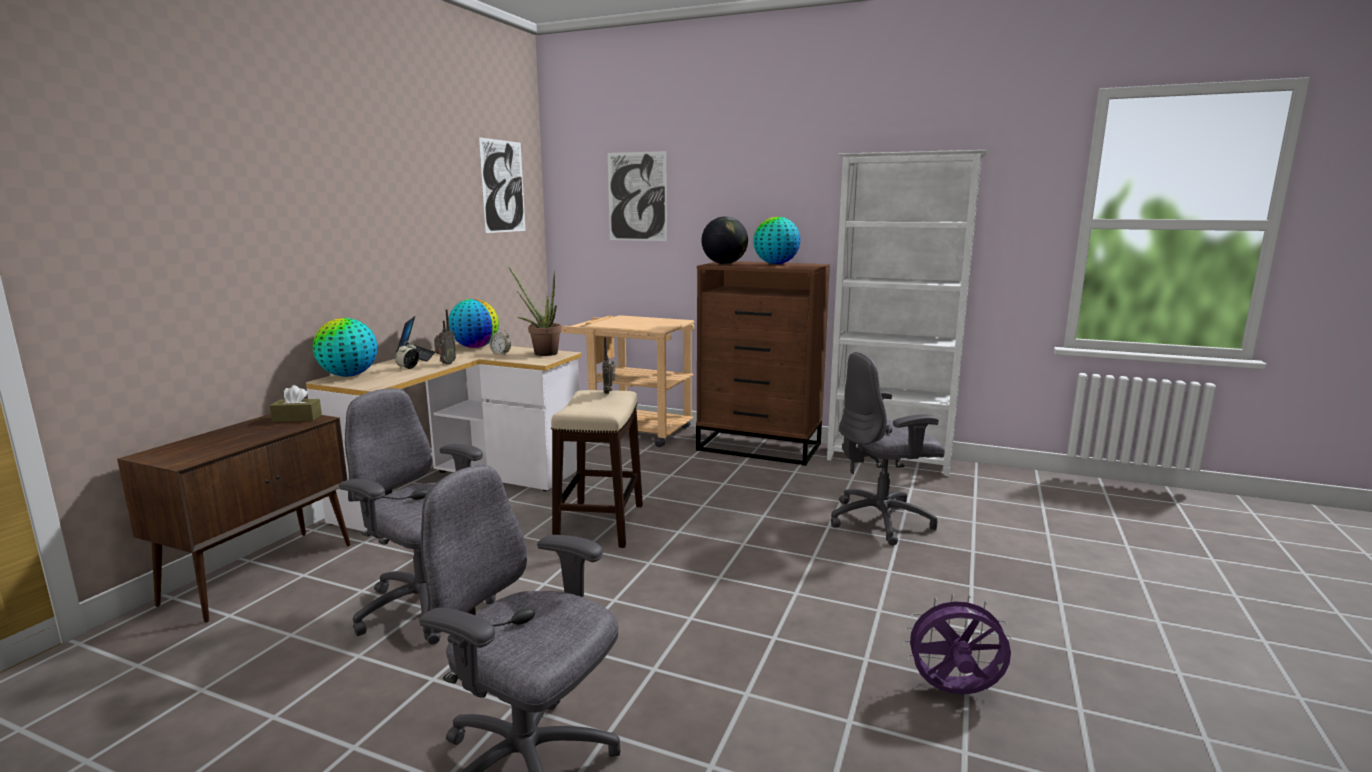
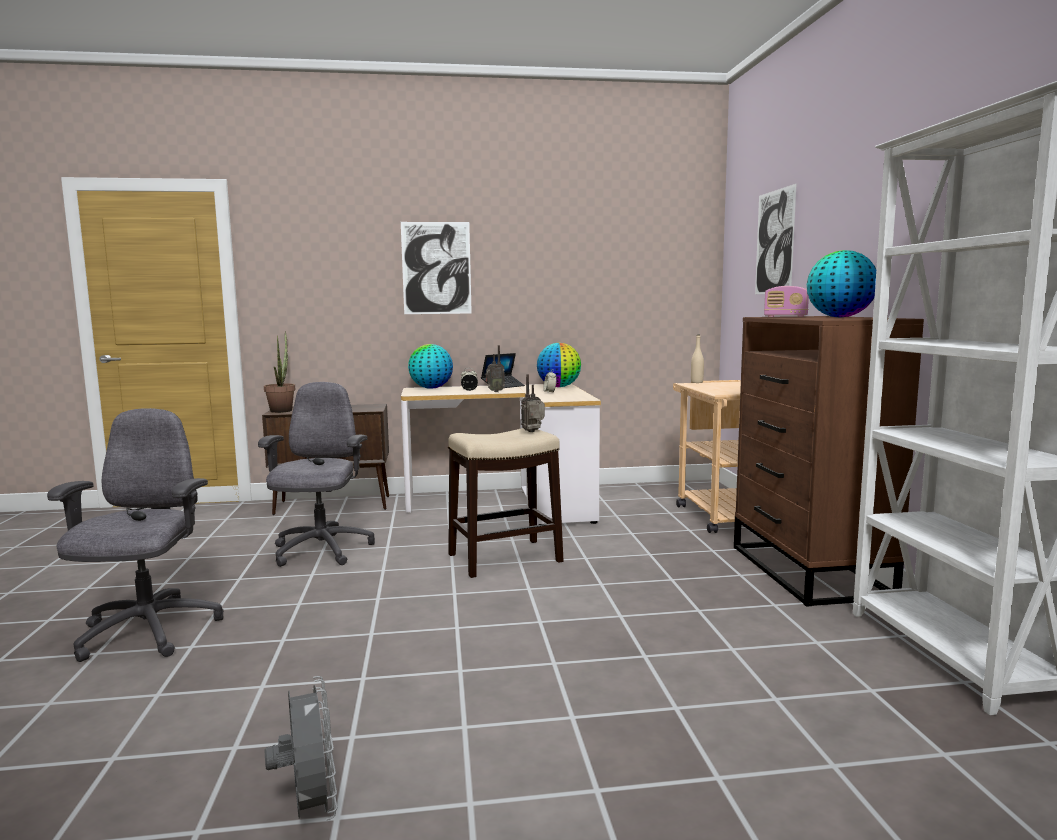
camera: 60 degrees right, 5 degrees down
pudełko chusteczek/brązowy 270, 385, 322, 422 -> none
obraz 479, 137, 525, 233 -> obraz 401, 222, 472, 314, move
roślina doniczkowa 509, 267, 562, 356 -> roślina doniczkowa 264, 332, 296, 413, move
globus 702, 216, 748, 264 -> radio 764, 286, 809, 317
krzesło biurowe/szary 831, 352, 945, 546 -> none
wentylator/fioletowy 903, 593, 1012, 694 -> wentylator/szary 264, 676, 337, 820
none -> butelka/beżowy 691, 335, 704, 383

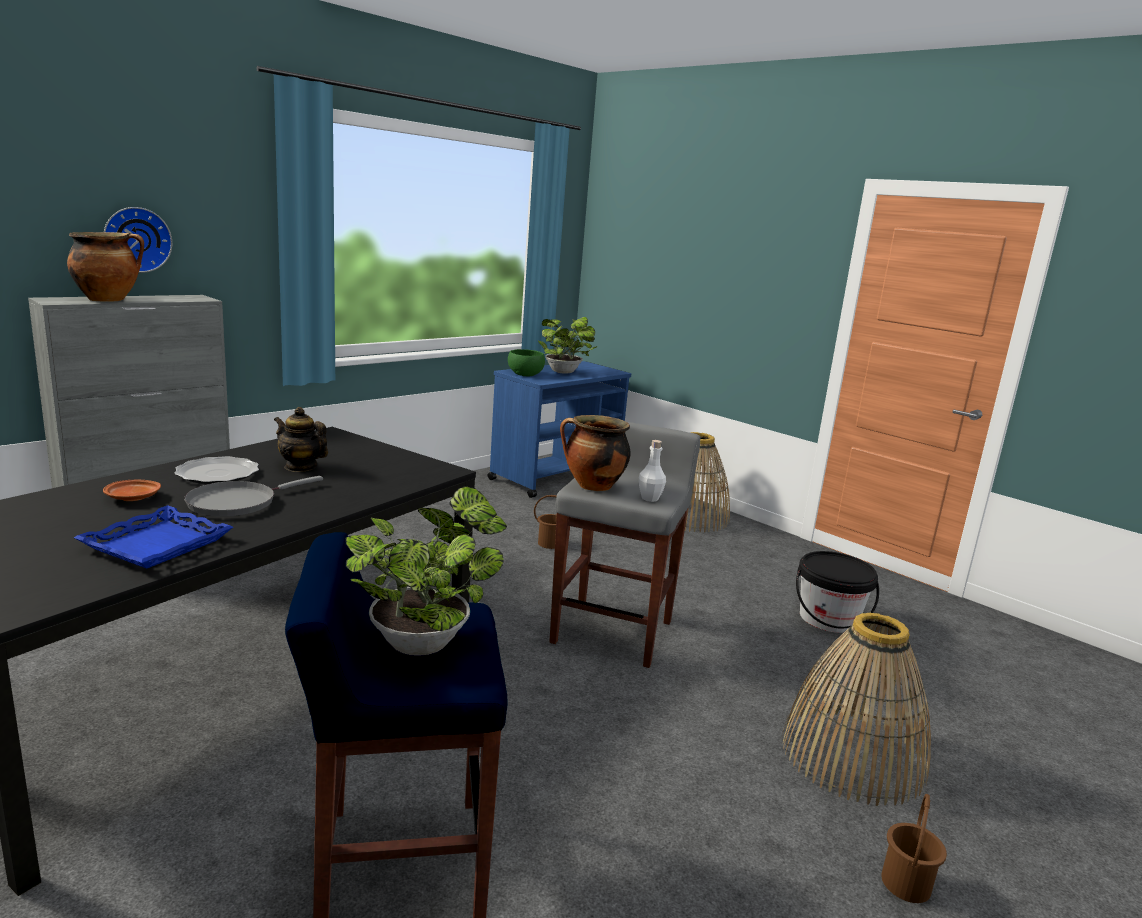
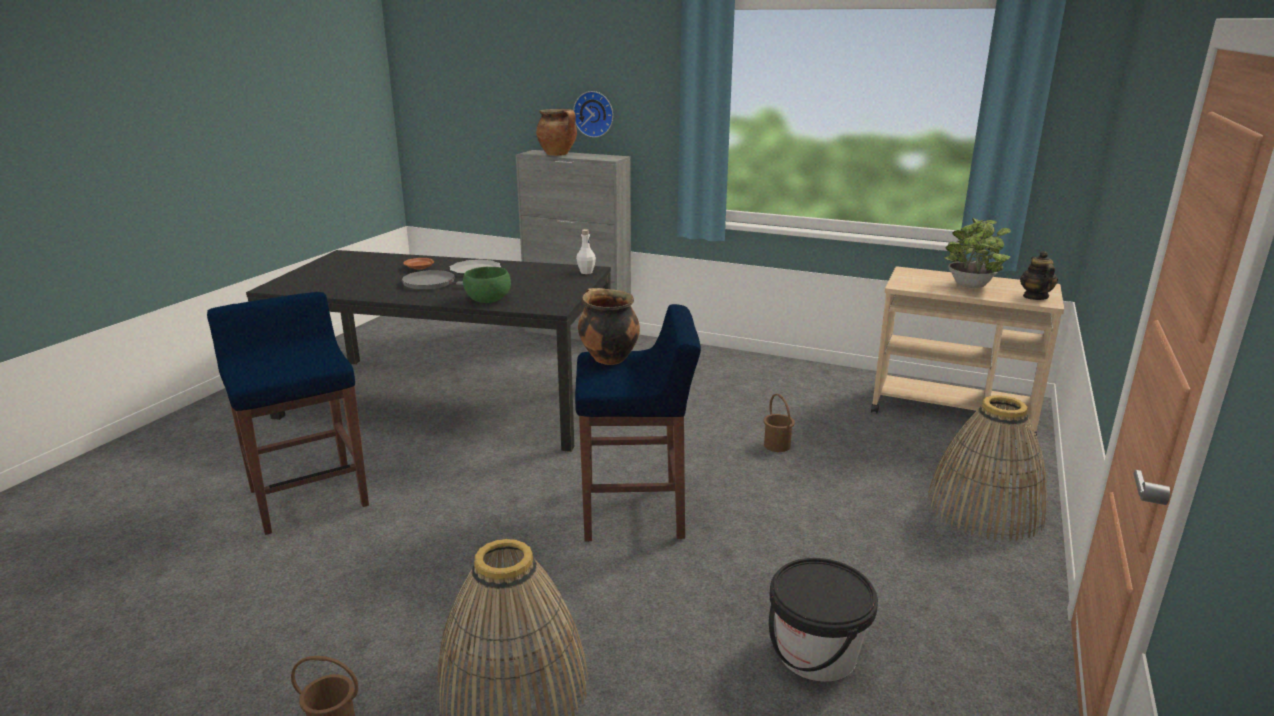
camera: 70 degrees right, 5 degrees up
taca/niebieski 74, 505, 233, 569 -> none
imbryk 274, 407, 328, 472 -> imbryk 1020, 251, 1058, 300, move
roślina doniczkowa 345, 486, 507, 656 -> none
wózek/niebieski 488, 361, 631, 498 -> wózek/beżowy 871, 267, 1064, 439
miska/zielony 508, 349, 545, 376 -> miska/zielony 463, 267, 511, 303, move
stołek/szary 549, 422, 701, 668 -> stołek/niebieski 575, 304, 701, 542
butelka/biały 639, 440, 666, 502 -> butelka/biały 576, 229, 596, 274, move

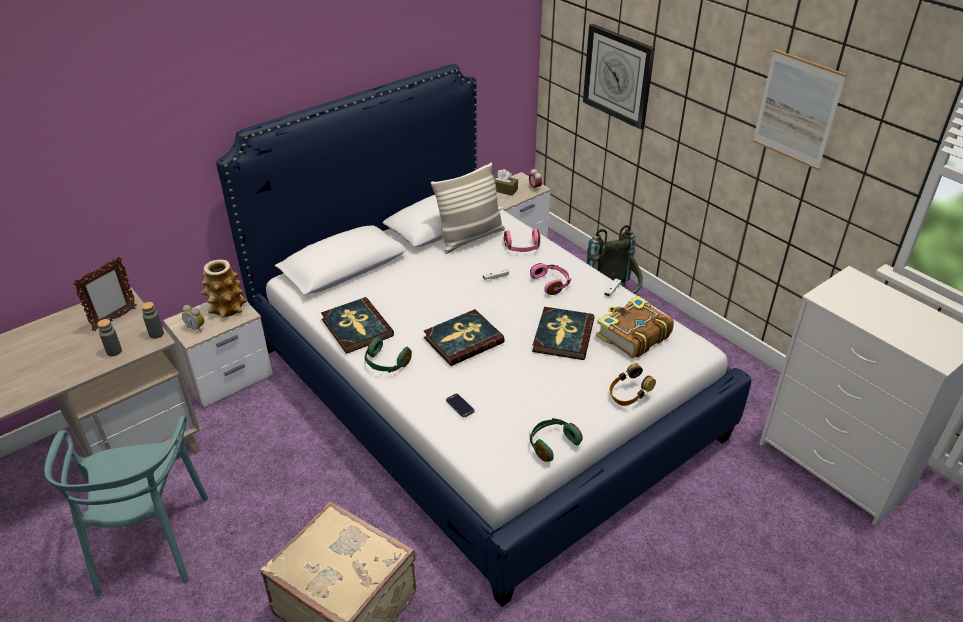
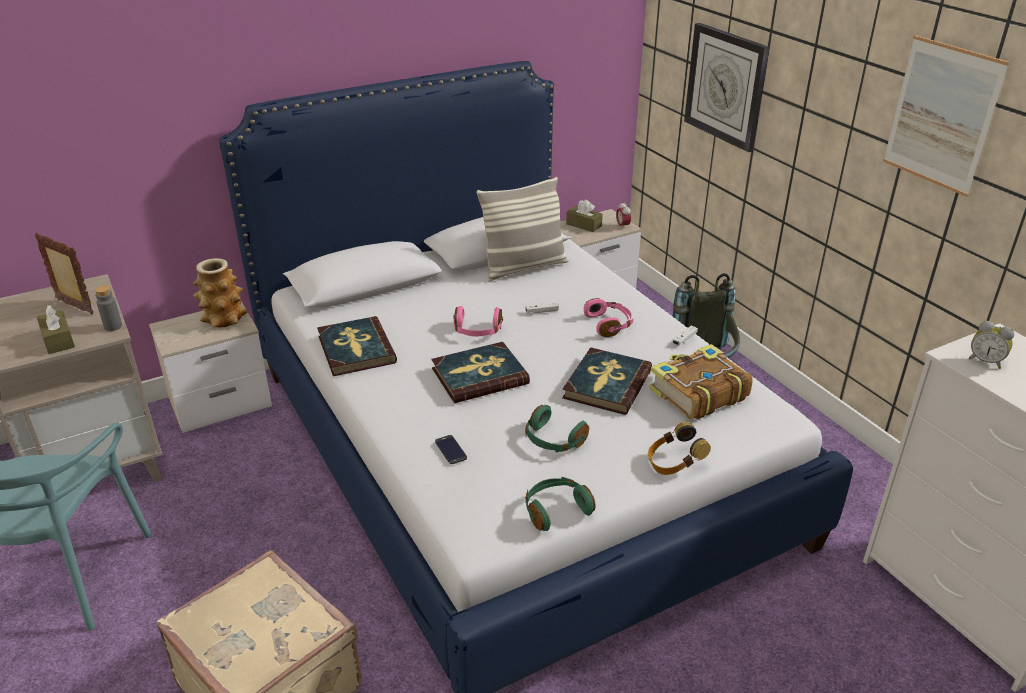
camera: 10 degrees right, 5 degrees down
ramka na zdjęcie 73, 256, 137, 331 -> ramka na zdjęcie 35, 233, 94, 315, 105 degrees counterclockwise
butelka/szary 97, 319, 122, 356 -> pudełko chusteczek/brązowy 37, 305, 75, 354
budzik 182, 305, 204, 332 -> budzik 969, 321, 1014, 369, move
słuchawki/zielony 365, 337, 412, 373 -> słuchawki/zielony 525, 405, 589, 452, move
słuchawki/różowy 503, 228, 541, 252 -> słuchawki/różowy 453, 306, 503, 336, move

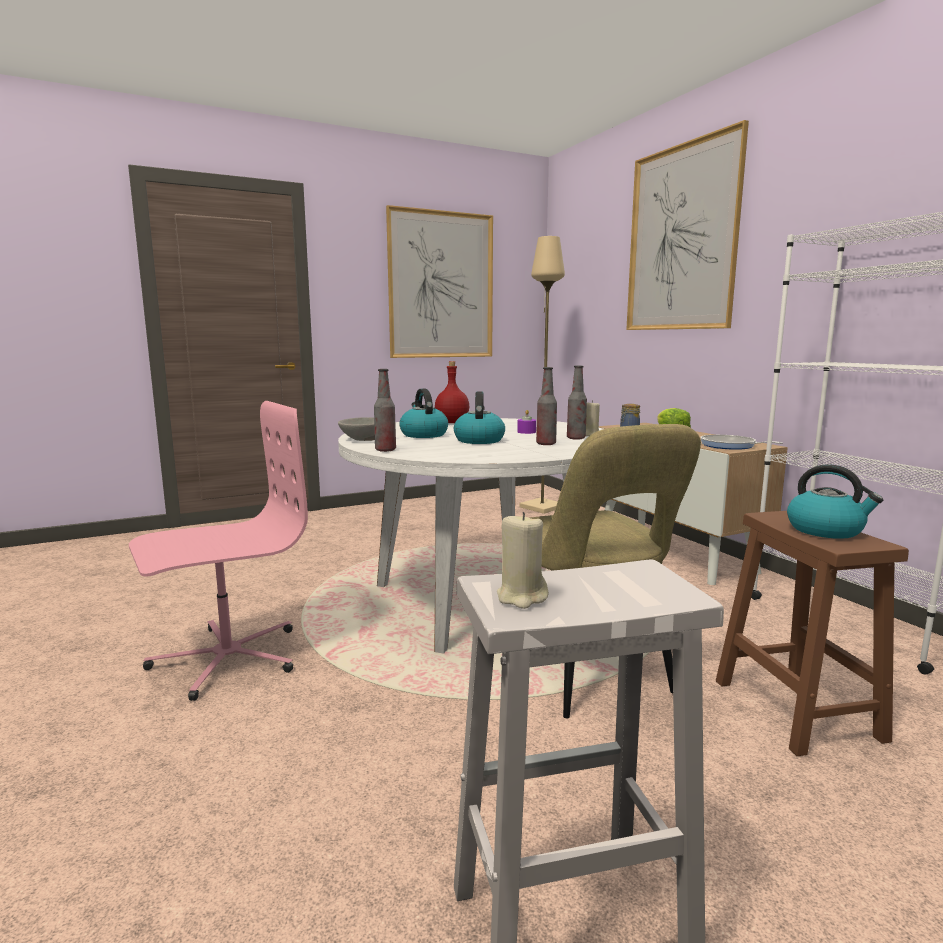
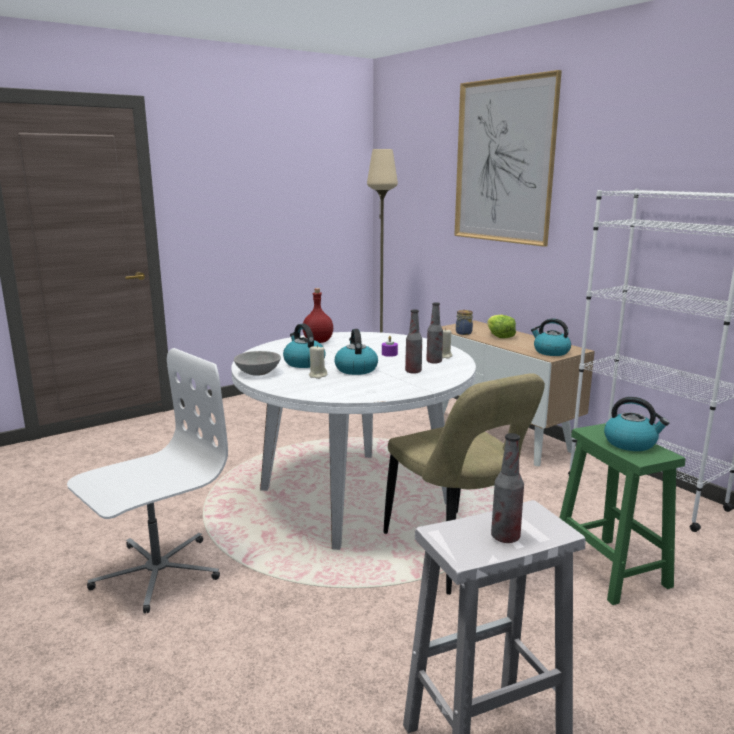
camera: 10 degrees left, 5 degrees up
krzesło biurowe/różowy 129, 401, 308, 701 -> krzesło biurowe/biały 67, 348, 228, 613
butelka 374, 369, 396, 452 -> butelka 491, 433, 524, 543, move
obraz 386, 205, 493, 358 -> none
świeca/beżowy 497, 512, 549, 609 -> świeca/beżowy 309, 345, 327, 379, move
patelnia 700, 435, 783, 450 -> czajnik 531, 318, 571, 356
stołek/brązowy 716, 511, 909, 756 -> stołek/zielony 560, 423, 686, 605

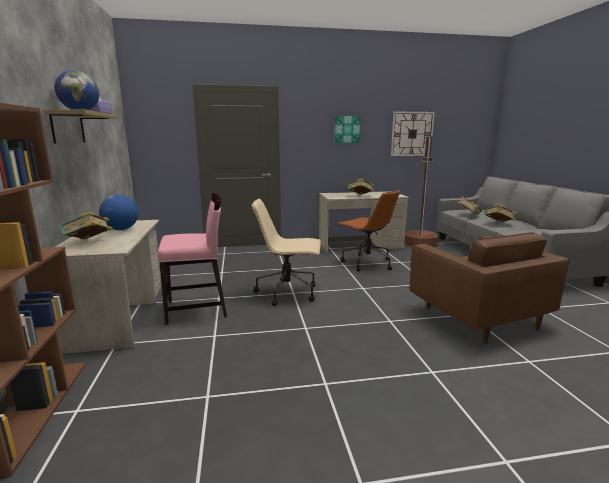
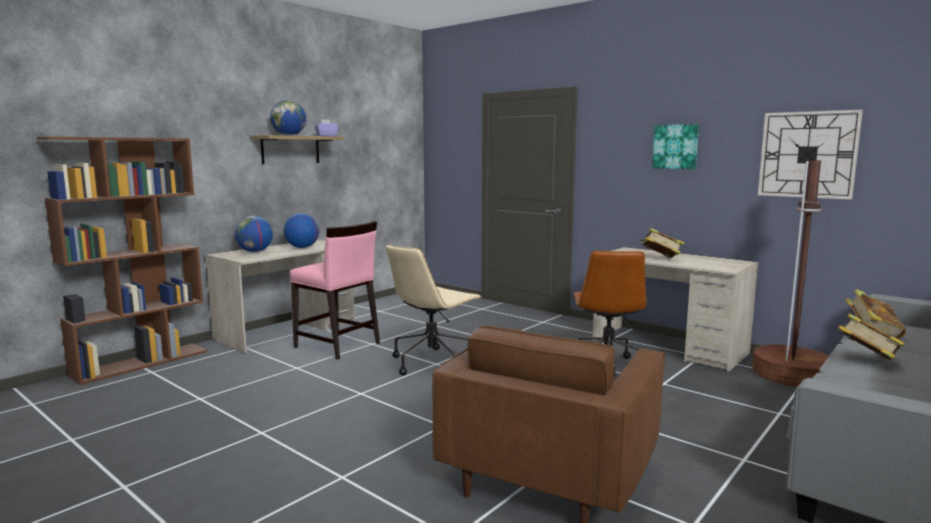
camera: 50 degrees right, 5 degrees down
książka 60, 212, 113, 240 -> globus 235, 216, 273, 252
krzesło biurowe/beżowy 252, 199, 321, 306 -> krzesło biurowe/beżowy 386, 244, 481, 375, 105 degrees counterclockwise

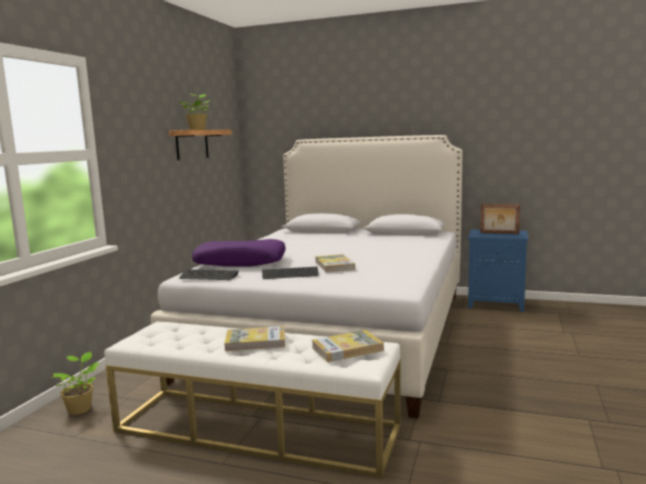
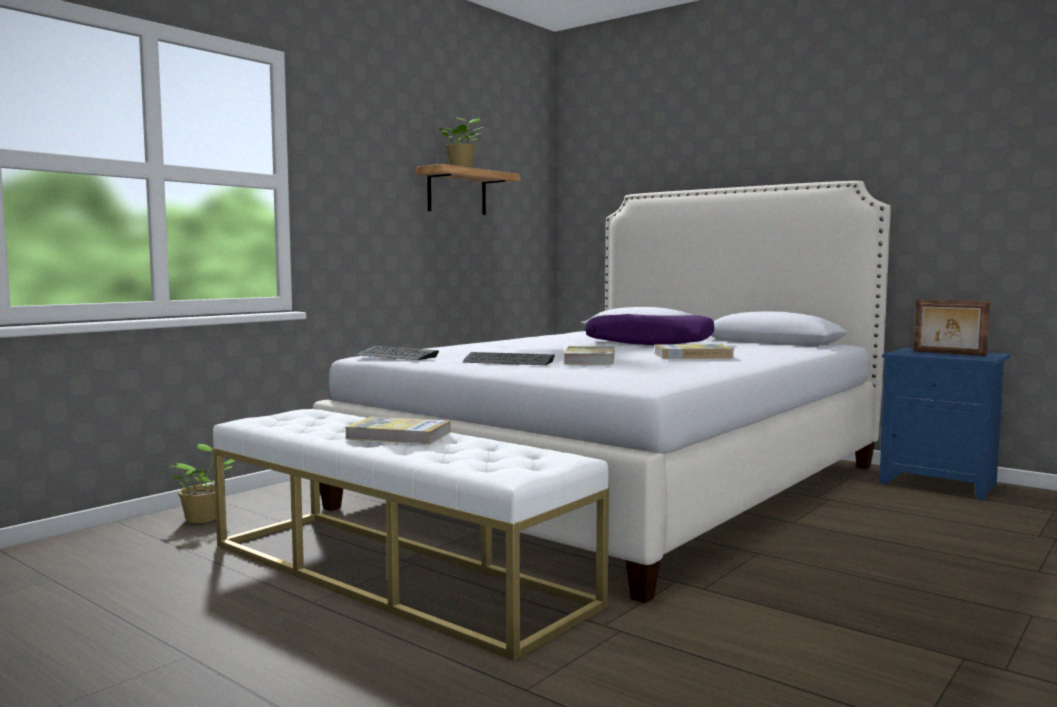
camera: 20 degrees right, 5 degrees down
poduszka/fioletowy 192, 239, 286, 267 -> poduszka/fioletowy 585, 314, 714, 345, move
książka 312, 330, 384, 362 -> książka 654, 344, 734, 359, move

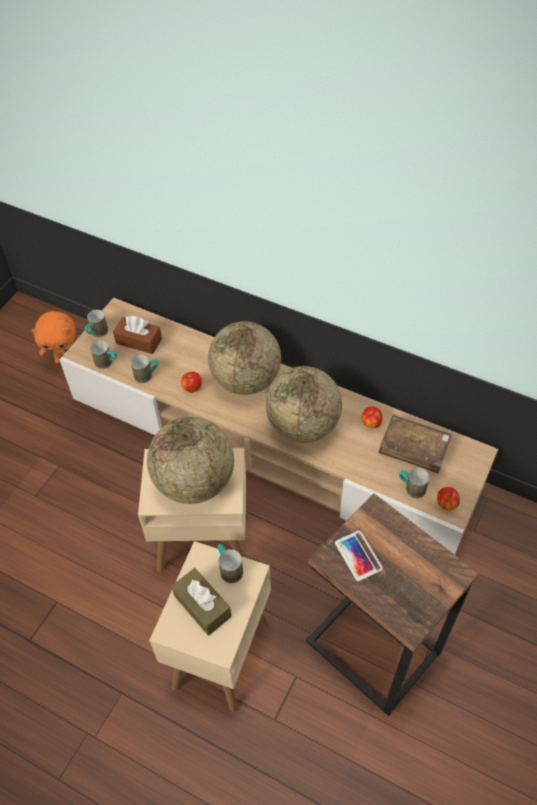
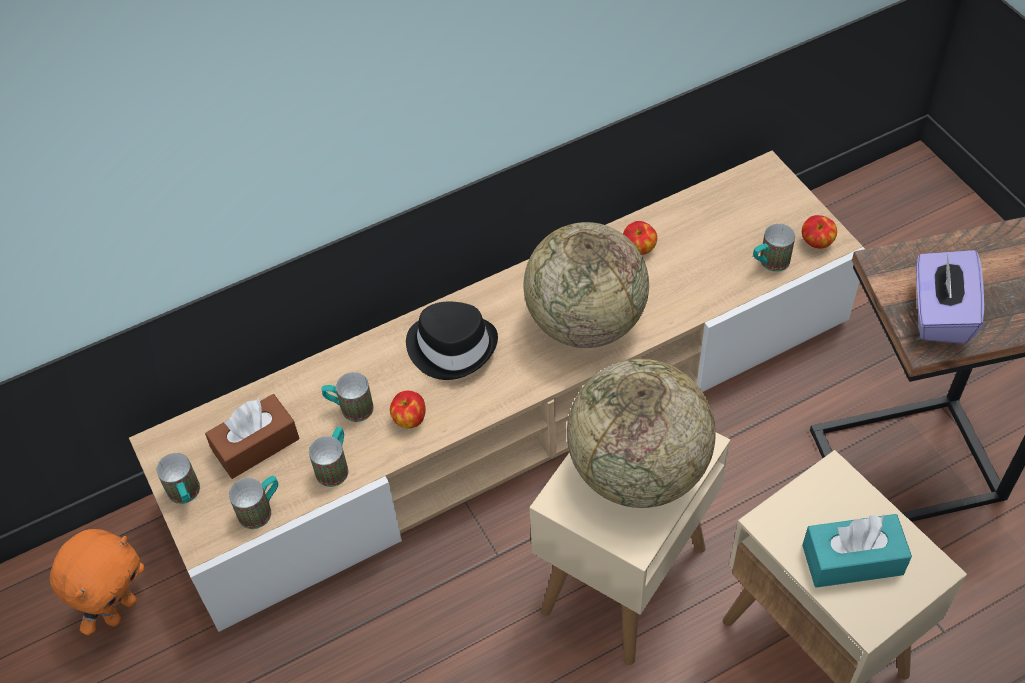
camera: 55 degrees left, 0 degrees up
pudełko chusteczek/brązowy 171, 568, 231, 636 -> pudełko chusteczek/turkusowy 802, 514, 912, 588
globus 208, 321, 281, 395 -> kapelusz/czarny 406, 302, 498, 380
kubek 218, 544, 243, 583 -> kubek 321, 372, 374, 422, move
telefon 335, 531, 383, 581 -> pudełko chusteczek/fioletowy 916, 250, 984, 344
książka/brązowy 379, 415, 451, 473 -> none

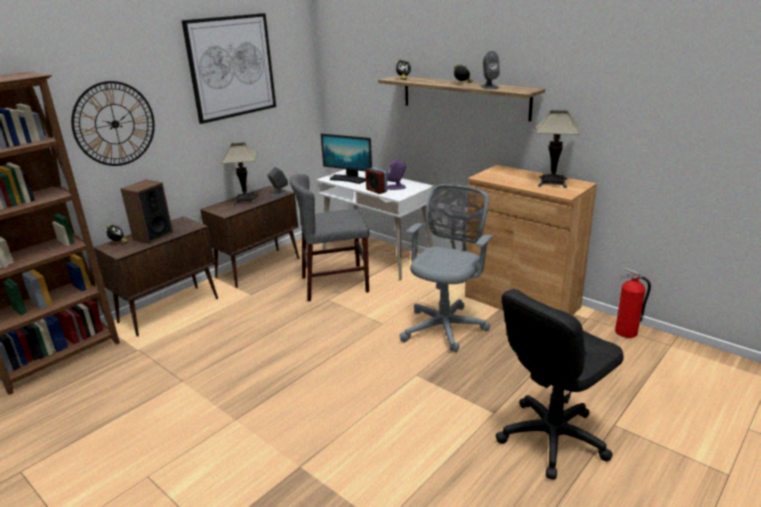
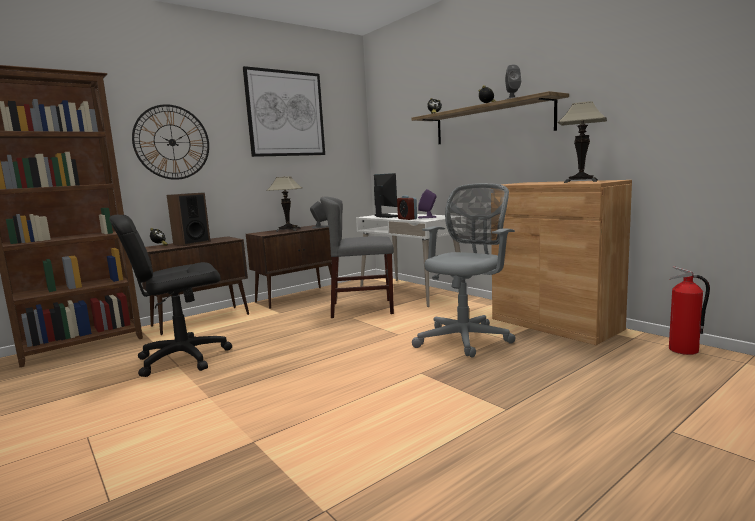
camera: 10 degrees right, 15 degrees down
monitor 321, 134, 372, 184 -> monitor 374, 173, 398, 218, 150 degrees counterclockwise
krzesło biurowe/czarny 496, 289, 624, 480 -> krzesło biurowe/czarny 109, 215, 232, 377, move

